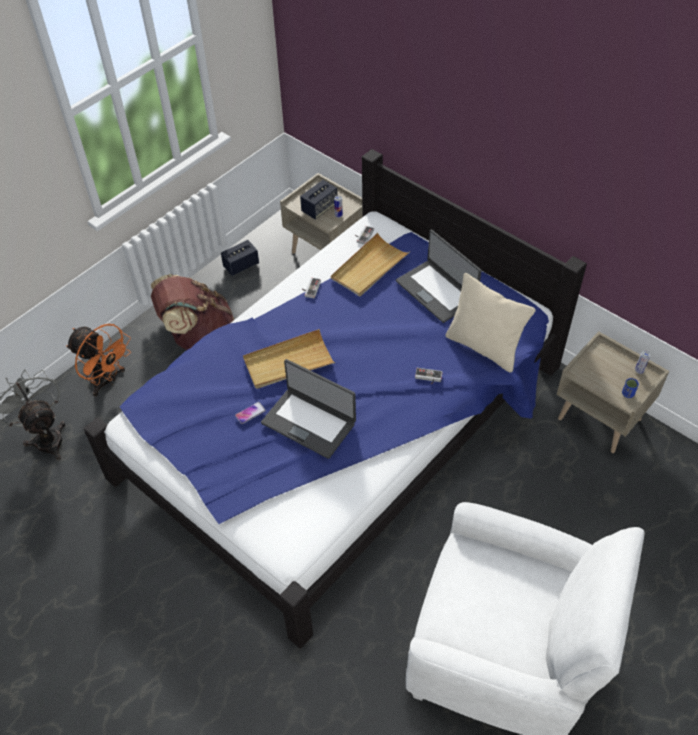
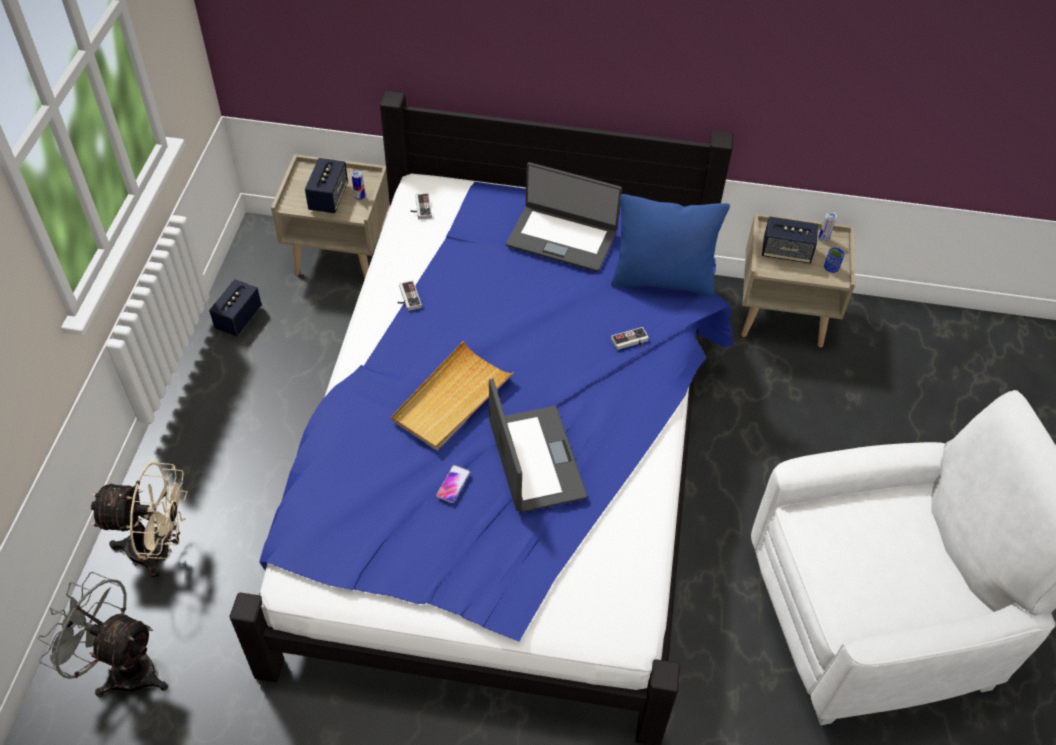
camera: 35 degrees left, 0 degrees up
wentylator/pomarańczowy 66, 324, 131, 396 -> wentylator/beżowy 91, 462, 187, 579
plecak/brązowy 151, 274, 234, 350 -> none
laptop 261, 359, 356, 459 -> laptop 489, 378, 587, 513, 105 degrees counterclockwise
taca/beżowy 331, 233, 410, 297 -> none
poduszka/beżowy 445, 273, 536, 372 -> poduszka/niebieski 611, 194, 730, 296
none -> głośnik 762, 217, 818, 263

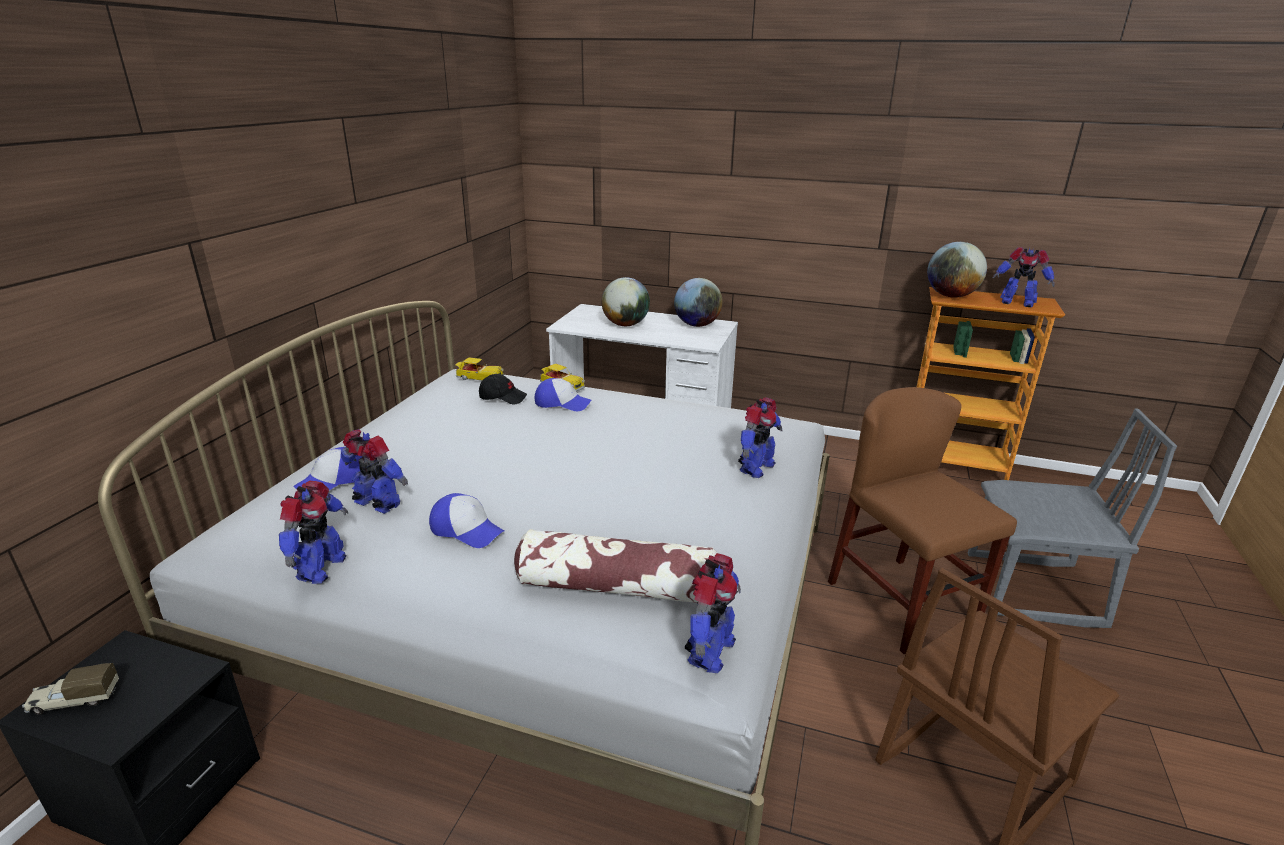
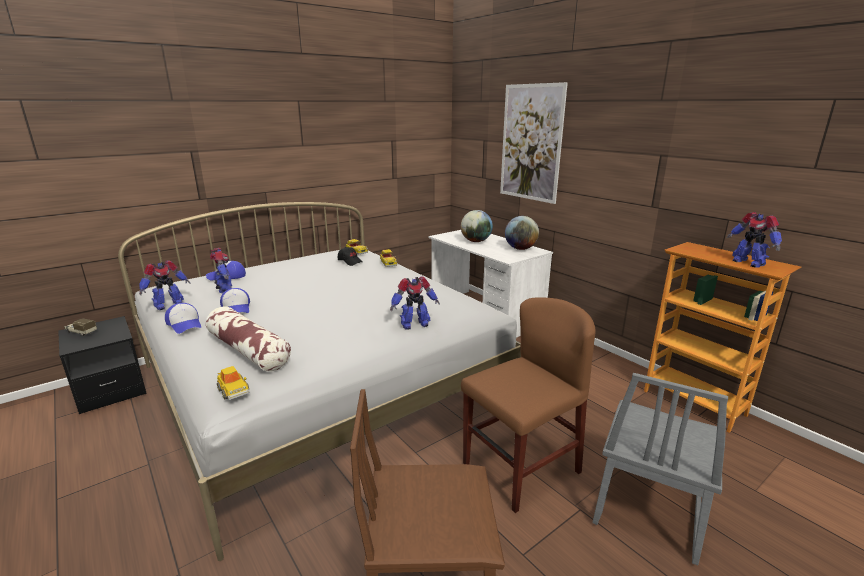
camera: 35 degrees right, 5 degrees down
czapka z daszkiem 535, 378, 591, 411 -> czapka z daszkiem 165, 303, 201, 334, move
robot zabawkowy 685, 553, 741, 673 -> samochodzik 217, 366, 249, 400
krzesło/brązowy 828, 387, 1017, 654 -> krzesło/brązowy 461, 297, 596, 513, 45 degrees clockwise
globus 927, 242, 987, 298 -> none
krzesło/szary 968, 408, 1177, 628 -> krzesło/szary 592, 373, 728, 566, 75 degrees clockwise
none -> obraz 500, 82, 568, 204

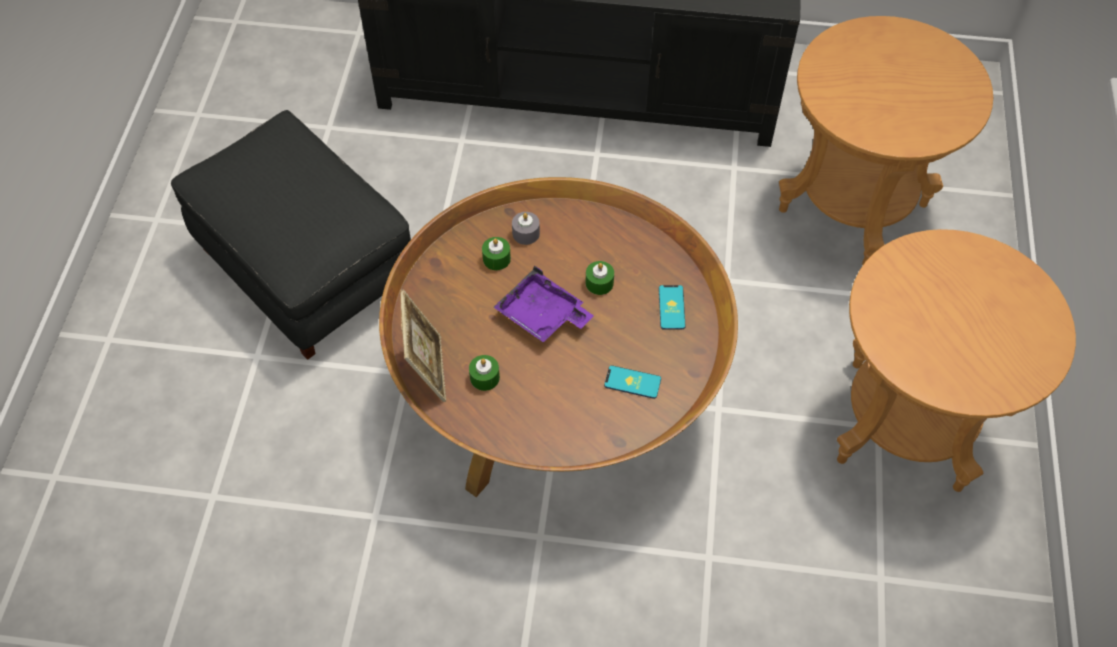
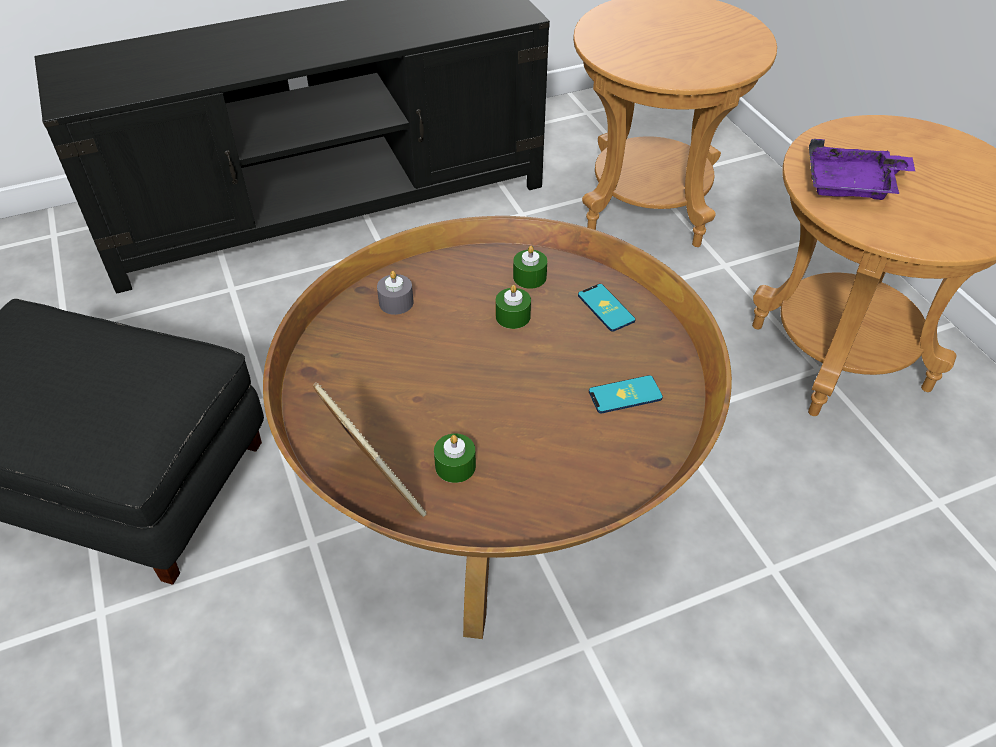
camera: 30 degrees left, 10 degrees down
świeca/zielony 482, 237, 511, 270 -> świeca/zielony 513, 246, 547, 289, move
taca/fioletowy 494, 265, 594, 342 -> taca/fioletowy 809, 139, 915, 200, move

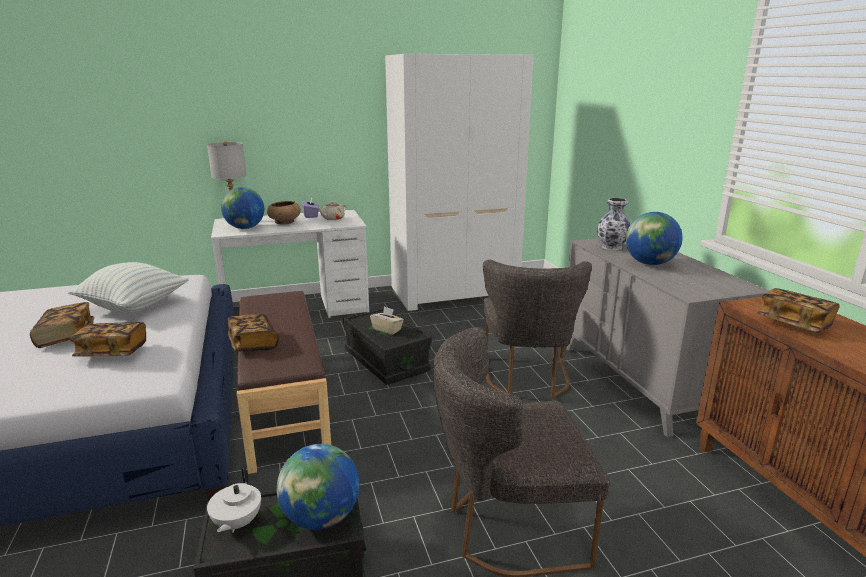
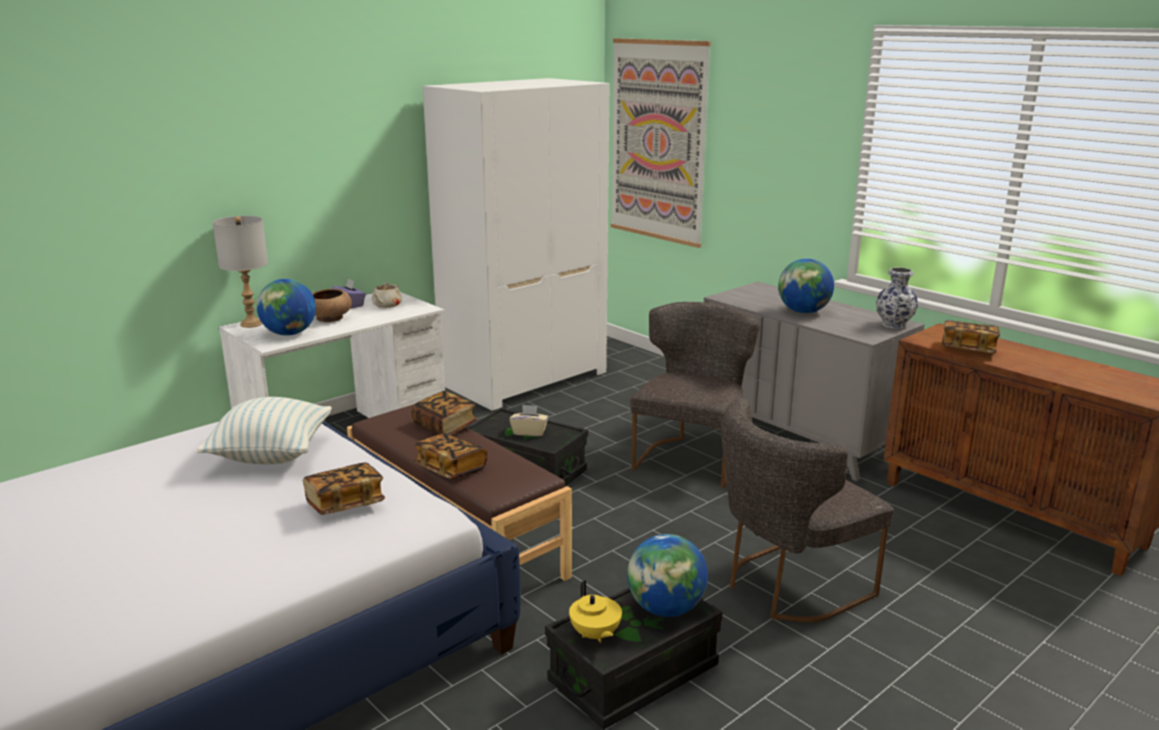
camera: 25 degrees left, 0 degrees up
książka 30, 302, 94, 348 -> książka 411, 391, 478, 435, move
imbryk/biały 207, 469, 261, 533 -> imbryk/żółty 569, 580, 622, 643
krzesło/szary 483, 260, 592, 399 -> krzesło/szary 630, 302, 760, 488, 135 degrees counterclockwise
wazon 597, 198, 630, 250 -> wazon 876, 267, 918, 329, move
none -> obraz 611, 38, 711, 248

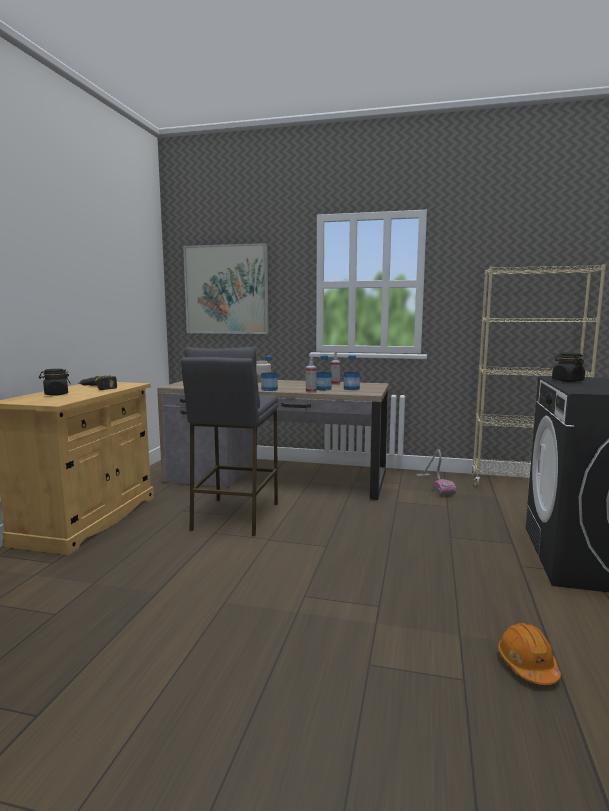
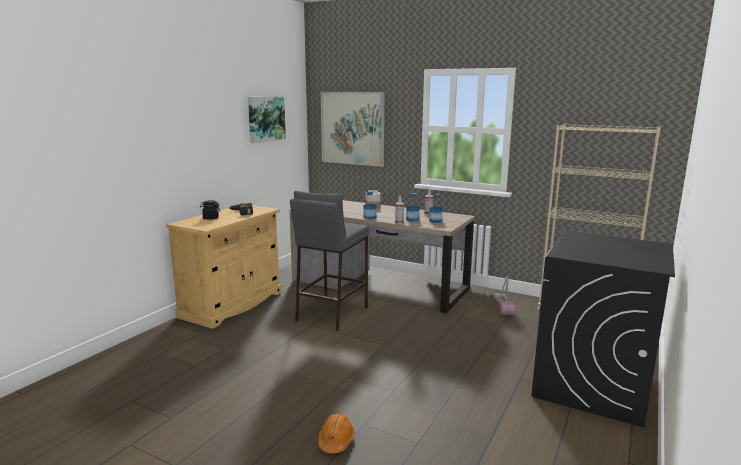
camera: 15 degrees right, 5 degrees up
kask/pomarańczowy 498, 623, 561, 685 -> kask/pomarańczowy 318, 413, 355, 453, move
słoik/czarny 552, 353, 585, 382 -> none
none -> obraz 248, 97, 286, 143

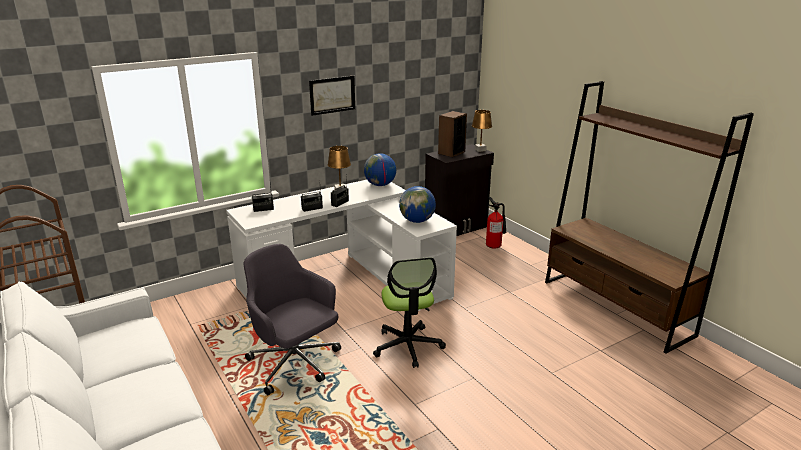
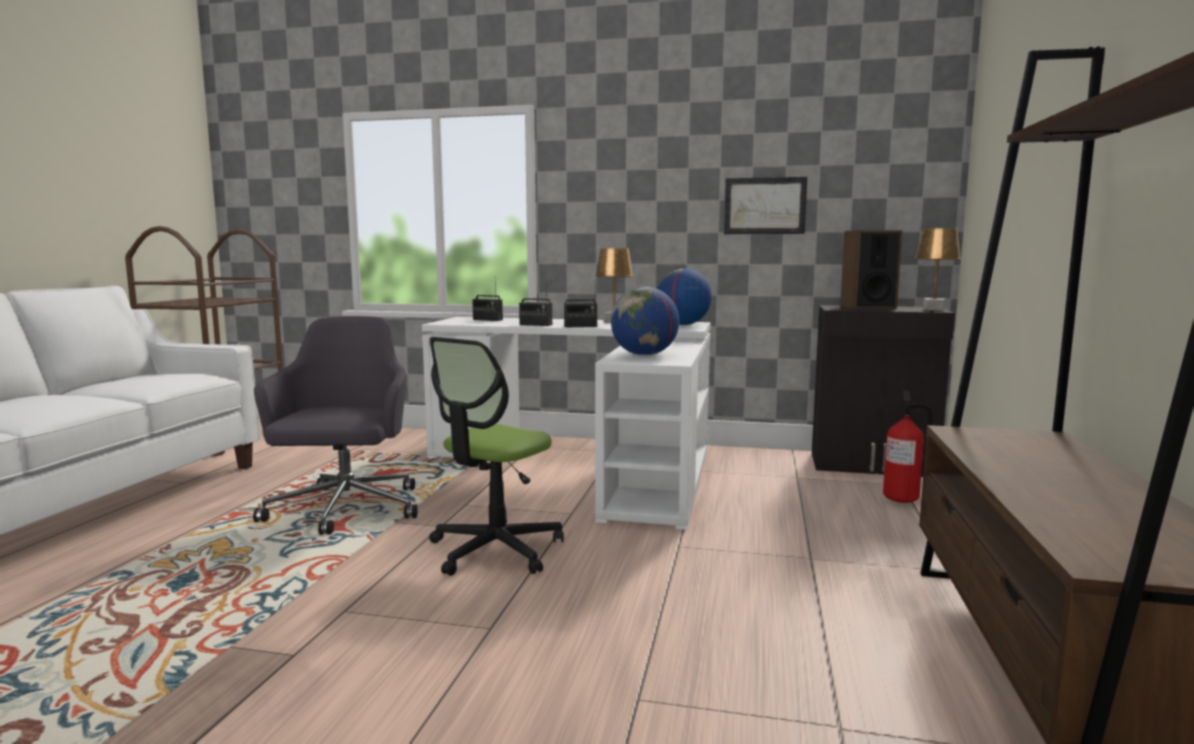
camera: 45 degrees right, 15 degrees down
obraz 309, 75, 355, 116 -> obraz 724, 177, 807, 234, move

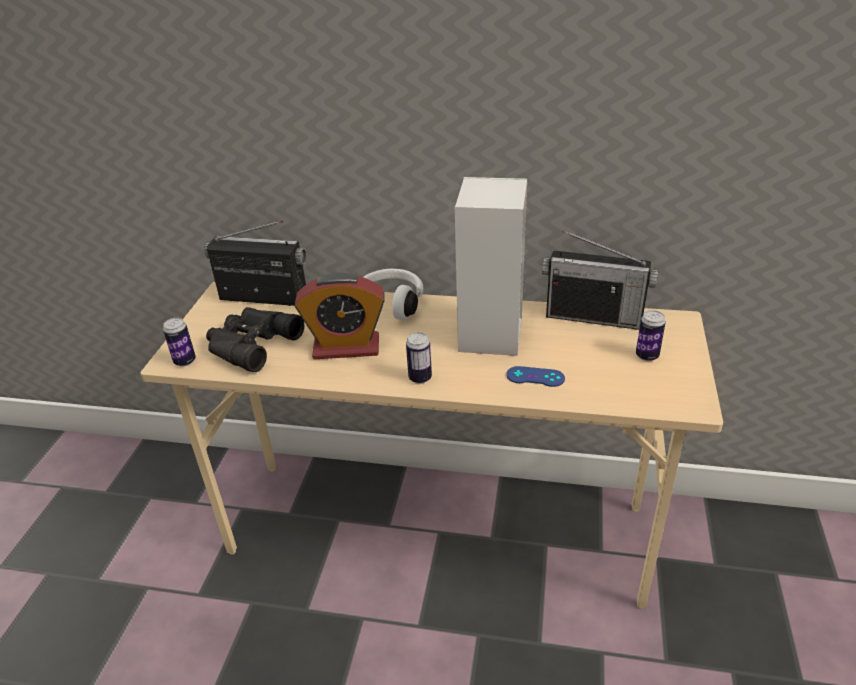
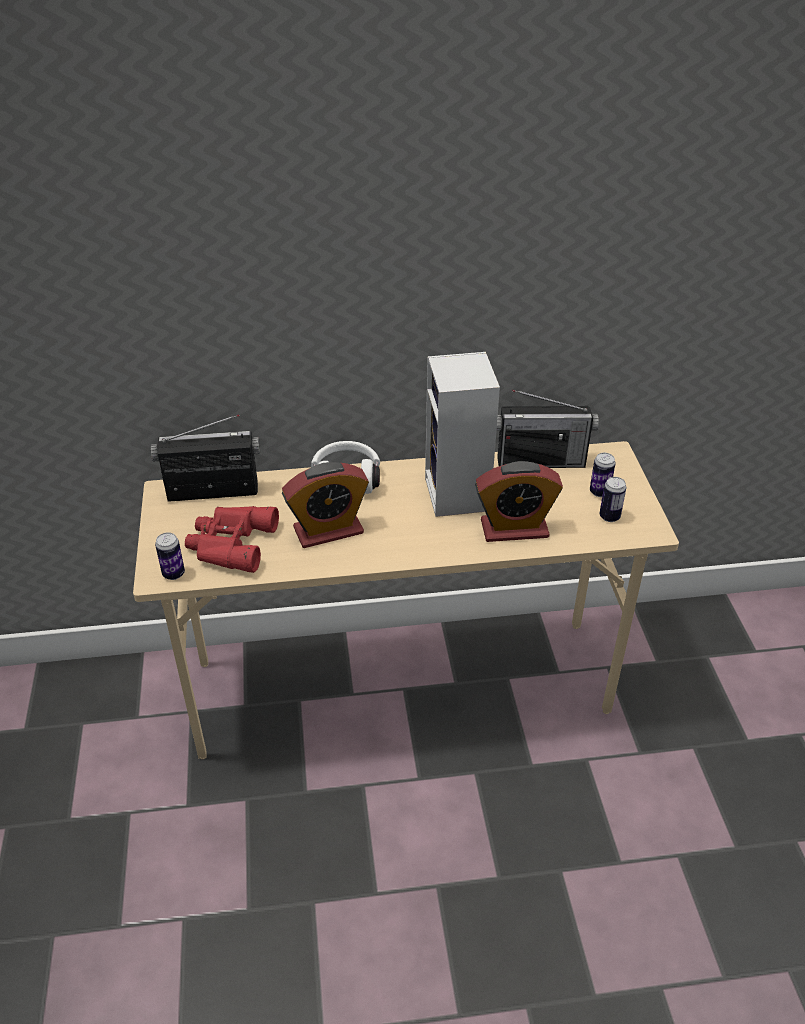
camera: 20 degrees left, 5 degrees up
lornetka/czarny 206, 307, 304, 372 -> lornetka/czerwony 185, 506, 279, 573
puszka 406, 332, 432, 384 -> puszka 599, 477, 626, 522, move
pad do gier/niebieski 506, 366, 565, 387 -> budzik 475, 461, 563, 542

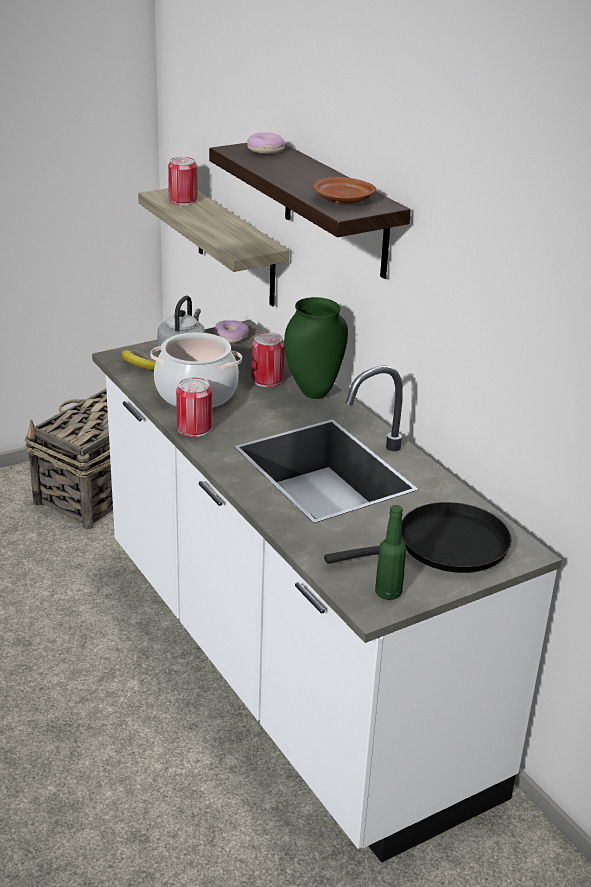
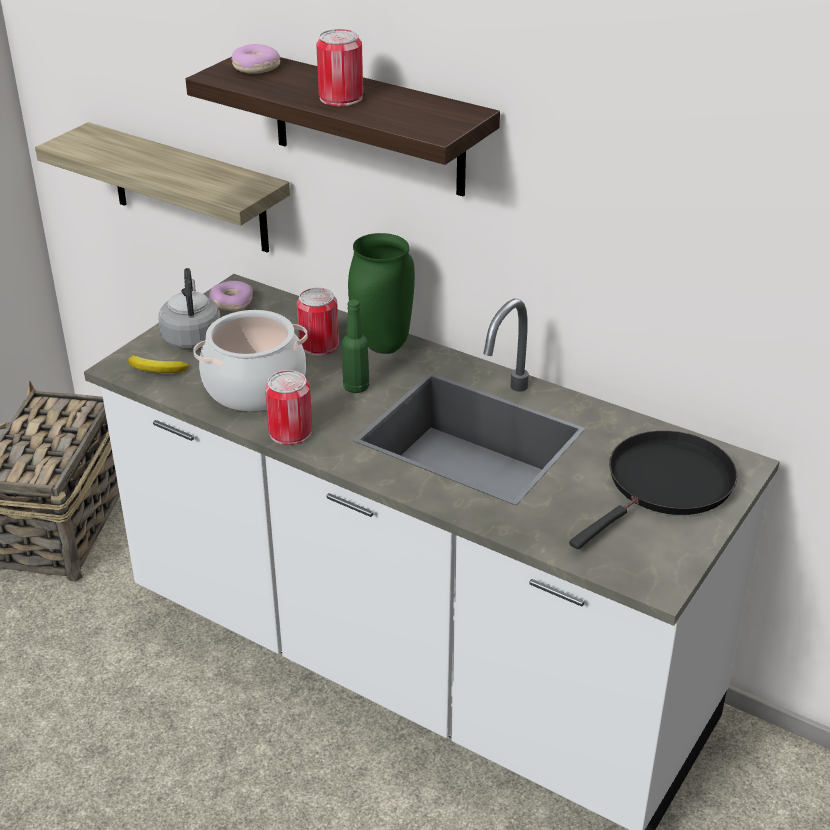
camera: 25 degrees left, 5 degrees up
puszka 168, 157, 198, 205 -> puszka 316, 29, 363, 106, move
talerz/brązowy 313, 177, 376, 204 -> none
butelka/zielony 375, 505, 406, 600 -> butelka/zielony 342, 299, 369, 393, move

